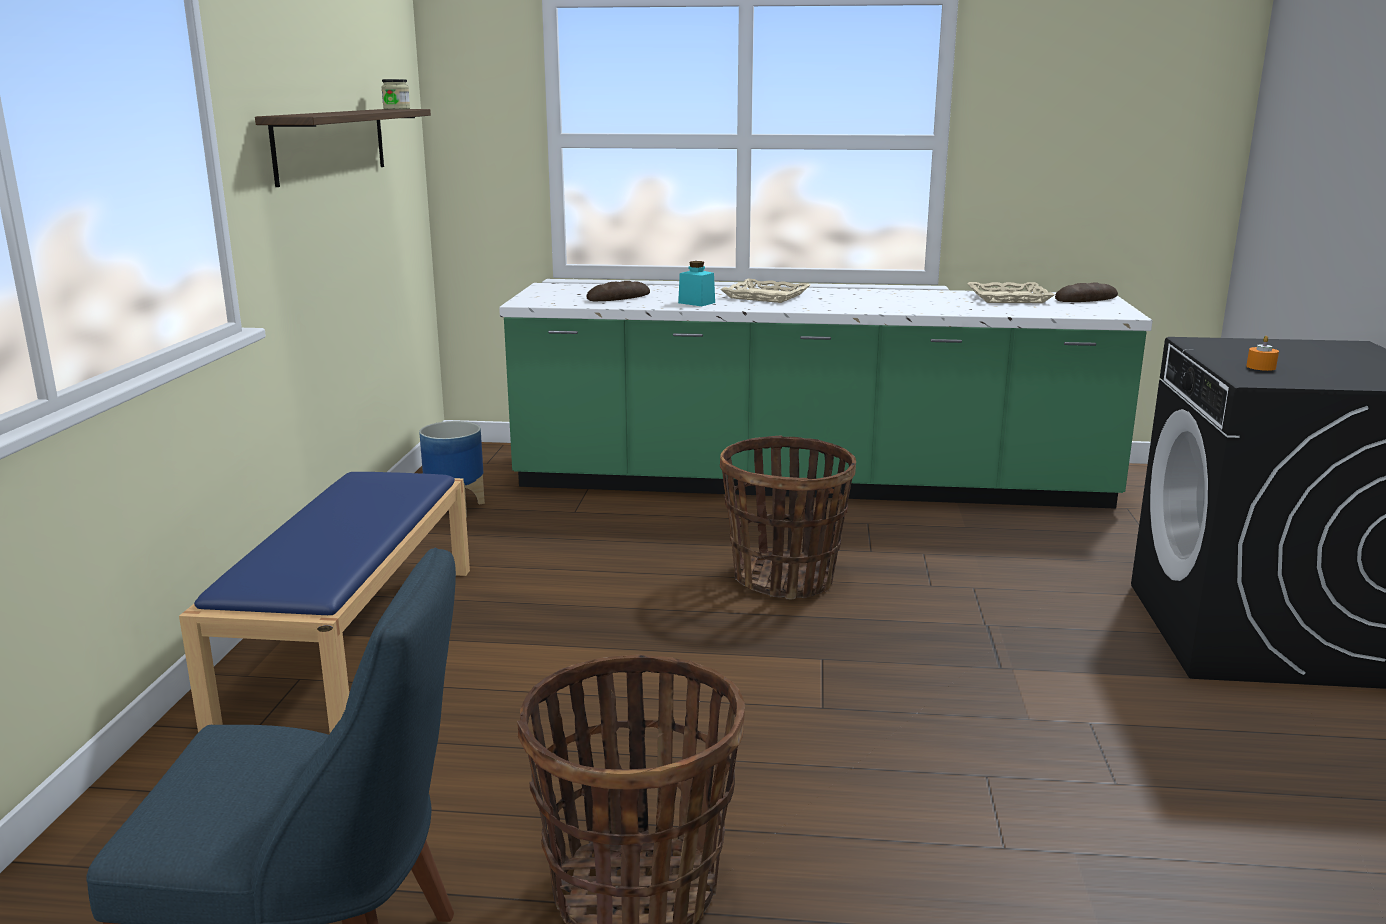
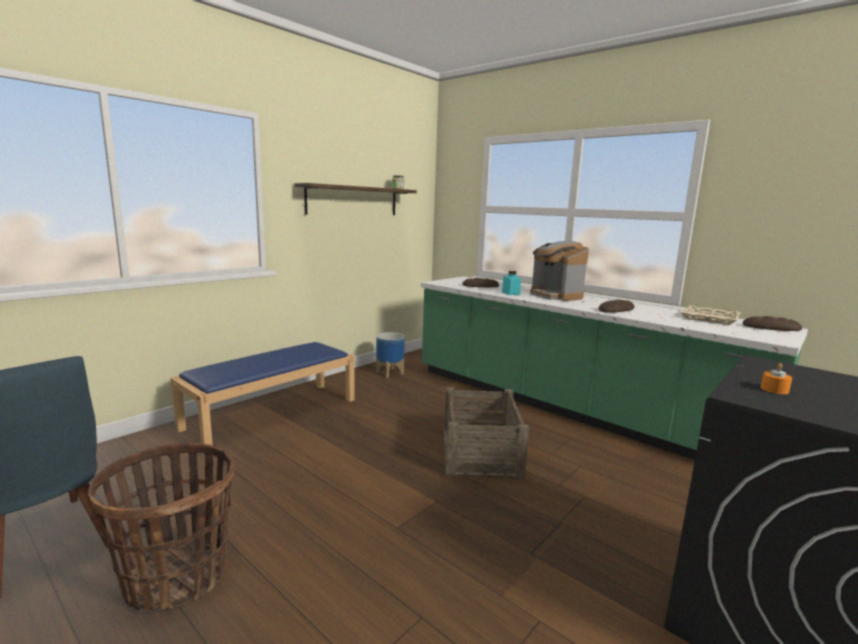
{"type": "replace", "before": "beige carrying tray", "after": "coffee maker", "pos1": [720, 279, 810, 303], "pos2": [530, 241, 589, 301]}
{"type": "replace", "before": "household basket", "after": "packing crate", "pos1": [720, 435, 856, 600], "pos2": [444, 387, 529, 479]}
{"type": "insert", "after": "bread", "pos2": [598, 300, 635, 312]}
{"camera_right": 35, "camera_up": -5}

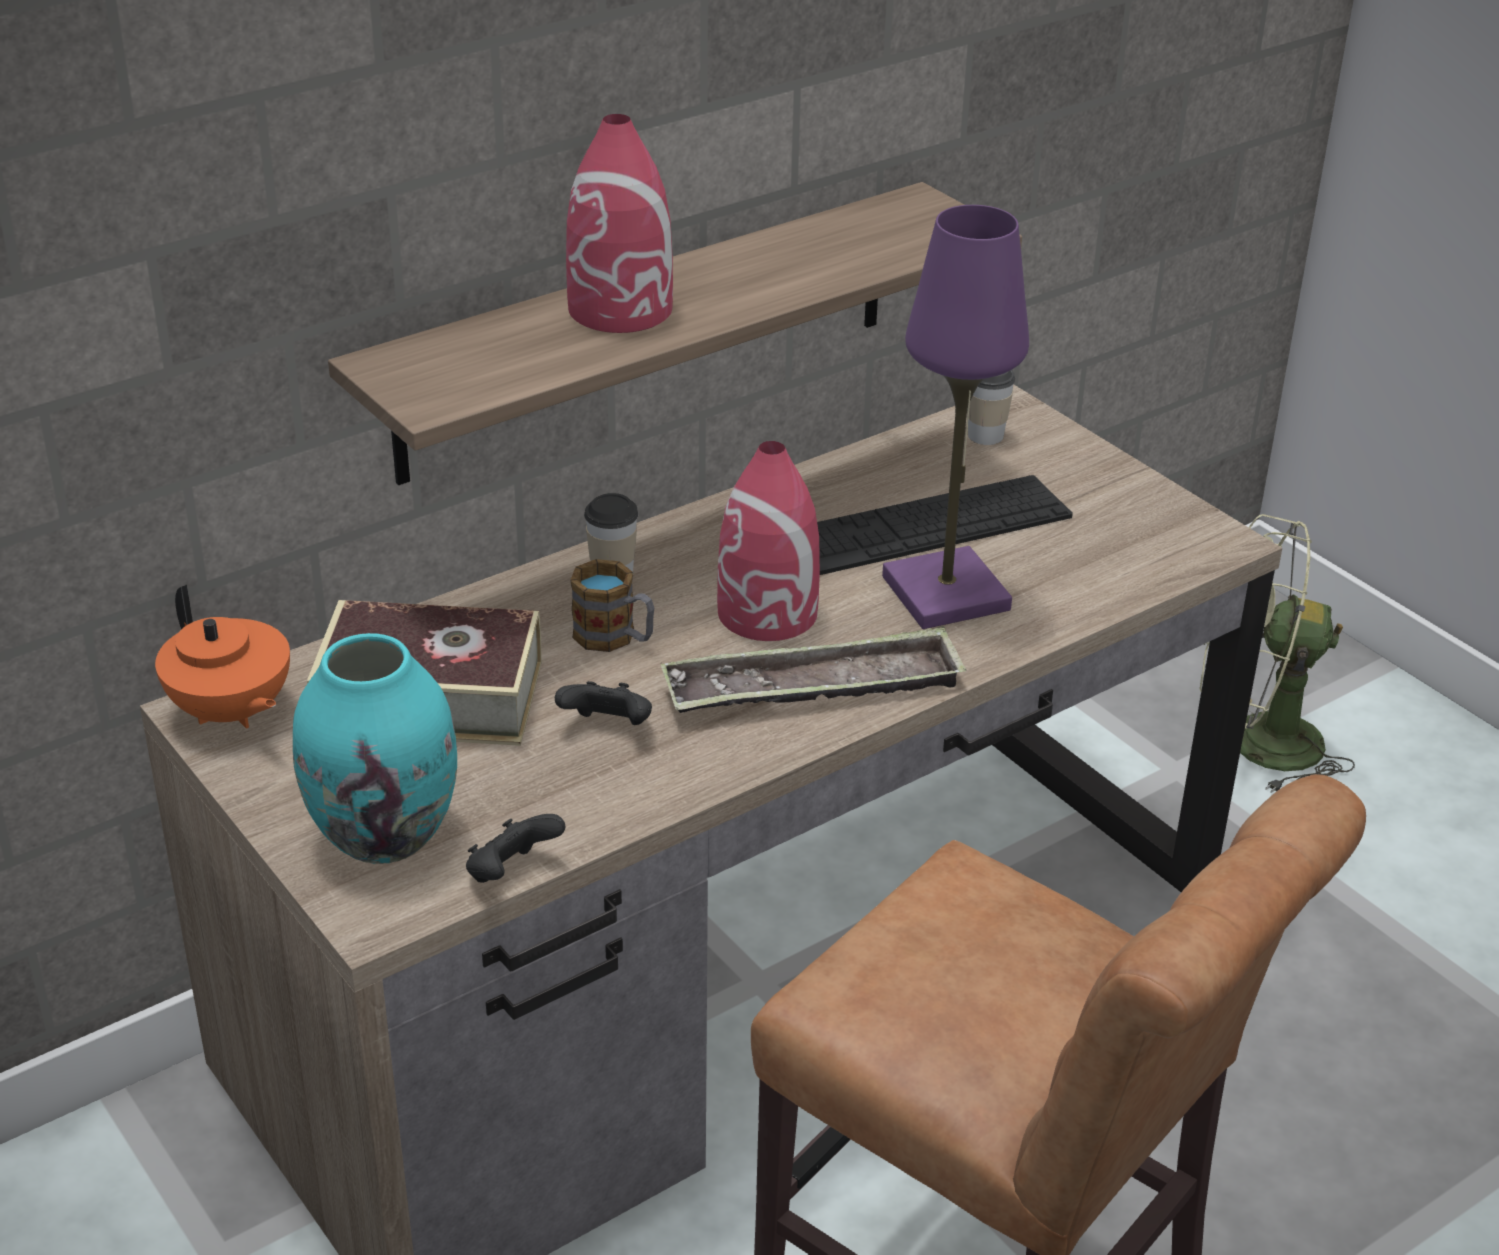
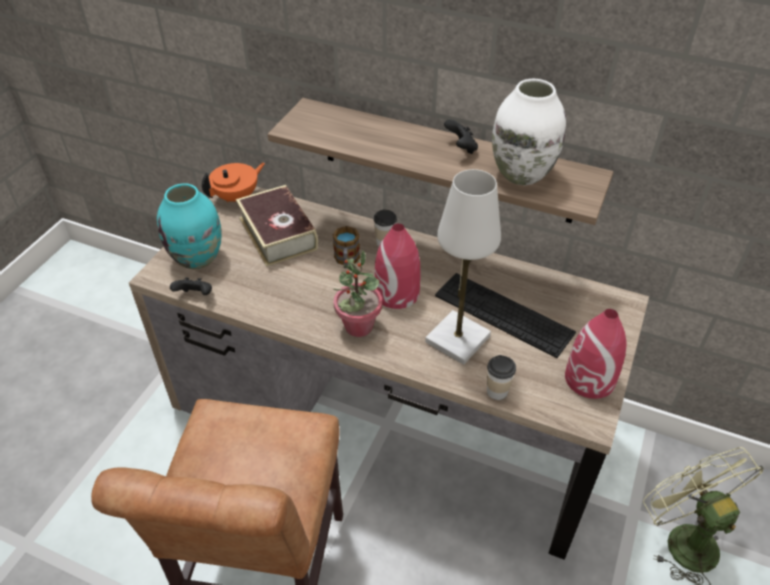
{"type": "rotate", "before": "orange-coloured tea pot", "pos1": [155, 585, 290, 729], "pos2": [202, 163, 265, 202], "turn": -150}
{"type": "move", "before": "black gamepad", "pos1": [555, 681, 652, 725], "pos2": [444, 119, 478, 154]}
{"type": "move", "before": "red-coloured decorative vase", "pos1": [566, 114, 673, 333], "pos2": [565, 309, 627, 399]}
{"type": "replace", "before": "carrying tray", "after": "plant in a pot", "pos1": [661, 626, 966, 713], "pos2": [333, 250, 382, 337]}
{"type": "recolor", "before": "purple-coloured tabletop lamp", "after": "whitish tabletop lamp", "pos1": [882, 205, 1029, 629], "pos2": [425, 169, 501, 365]}
{"type": "move", "before": "small cup", "pos1": [967, 370, 1016, 445], "pos2": [487, 355, 516, 400]}
{"type": "insert", "after": "whitish decorative vase", "pos2": [492, 79, 566, 185]}
{"camera_right": 60, "camera_up": 10}

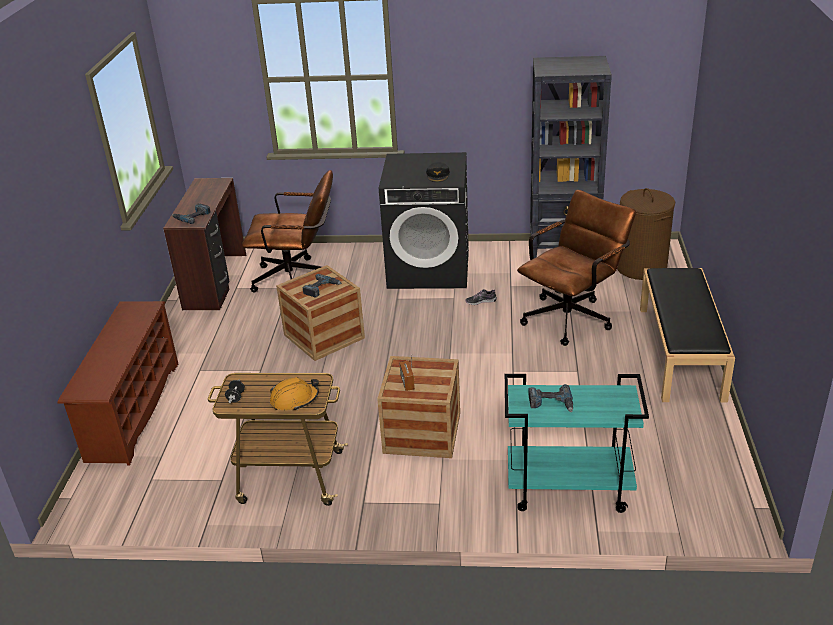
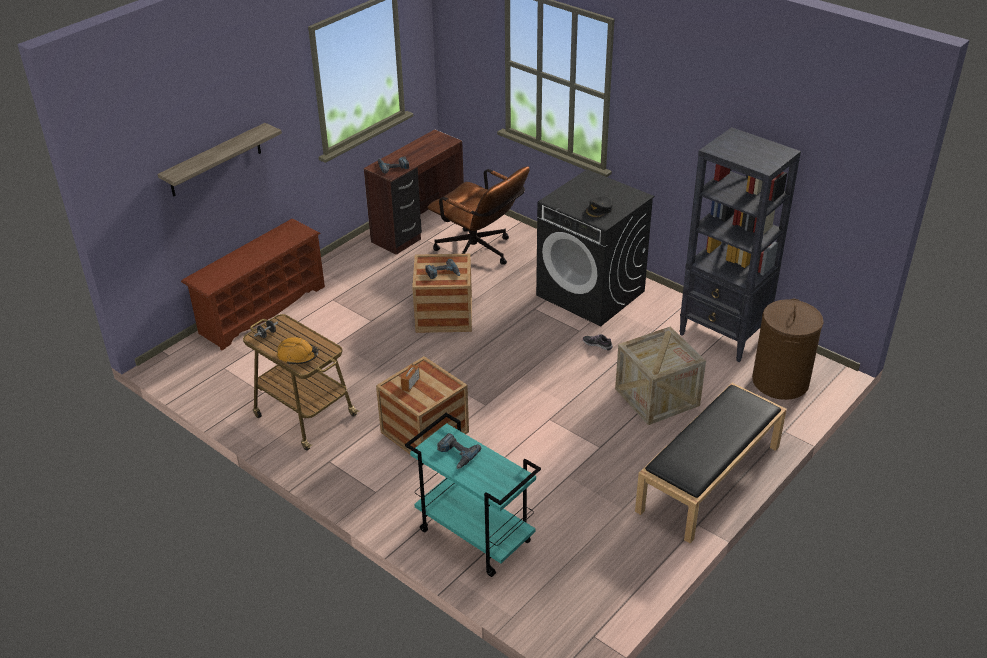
{"type": "replace", "before": "brown-coloured computer chair", "after": "packing crate", "pos1": [517, 190, 636, 346], "pos2": [615, 326, 706, 425]}
{"type": "insert", "after": "bracket shelf", "pos2": [157, 123, 282, 197]}
{"camera_right": 35, "camera_up": 5}

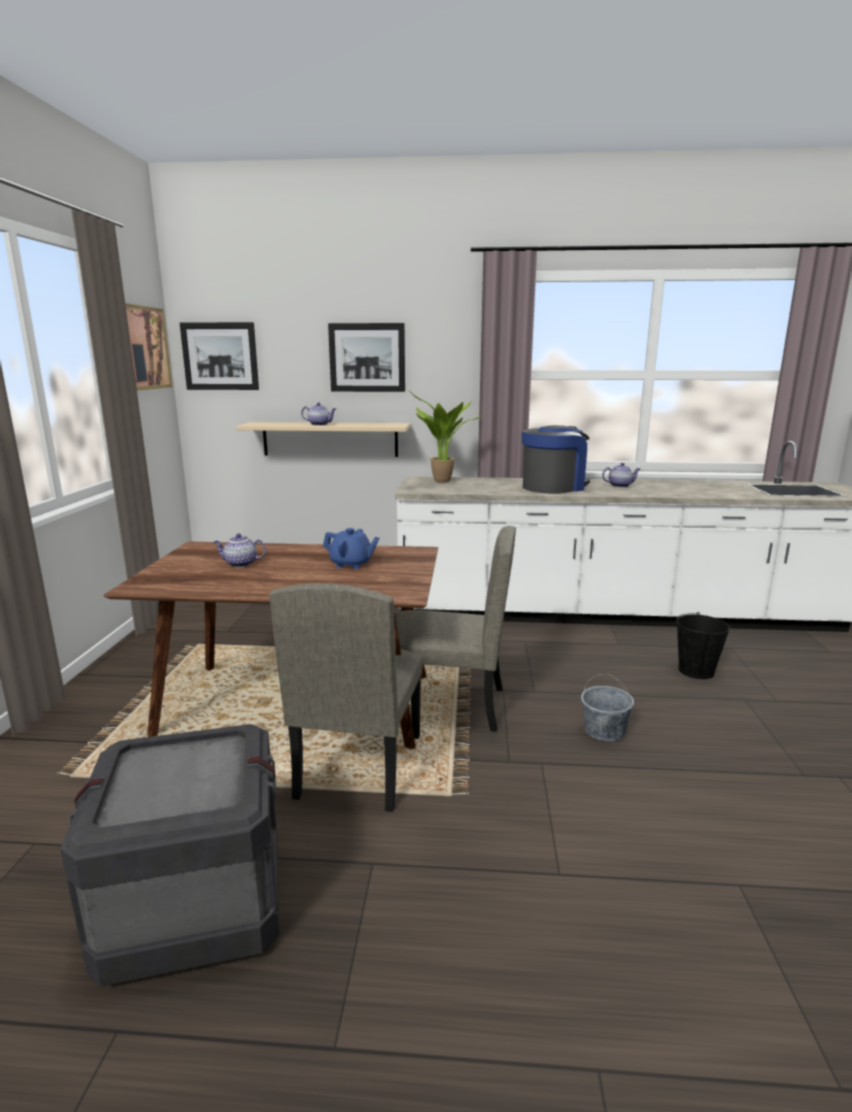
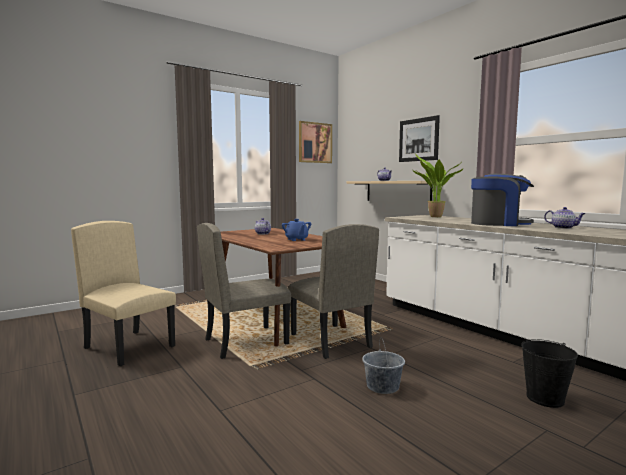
{"type": "replace", "before": "packing crate", "after": "beige upright chair", "pos1": [60, 724, 280, 987], "pos2": [71, 221, 176, 366]}
{"type": "delete", "before": "picture", "pos1": [180, 322, 259, 390]}
{"camera_right": 50, "camera_up": -10}

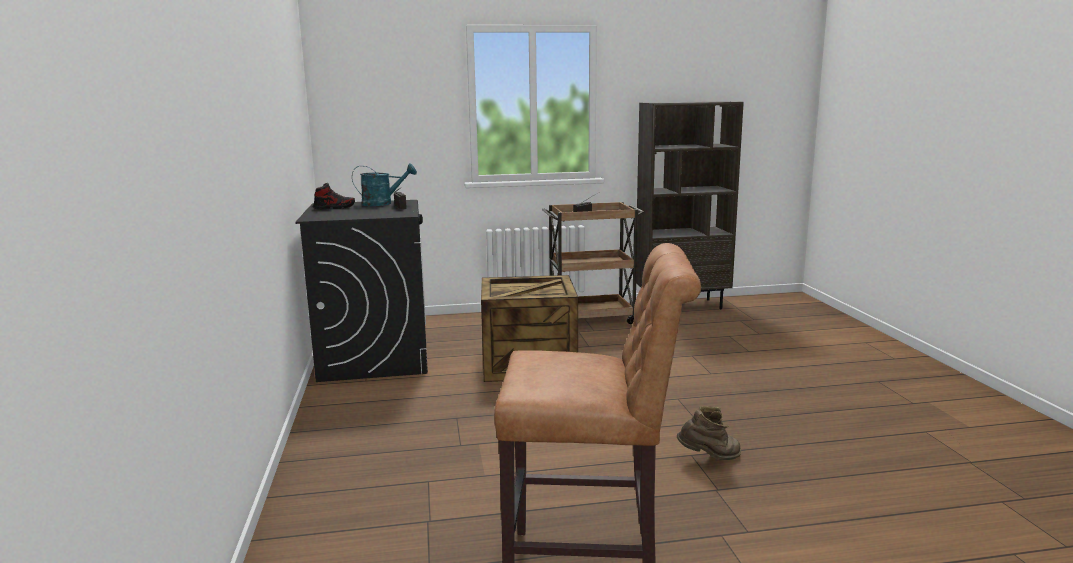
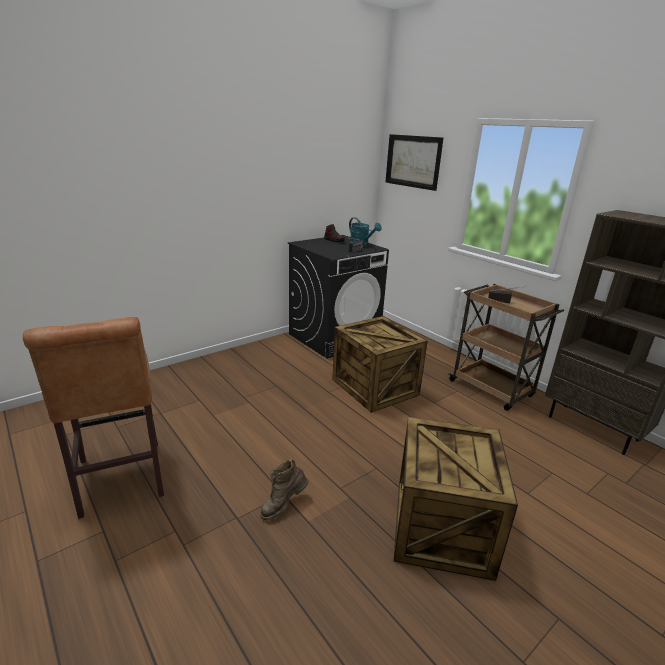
{"type": "rotate", "before": "brown-coloured boot", "pos1": [677, 406, 741, 460], "pos2": [260, 459, 308, 521], "turn": 90}
{"type": "insert", "after": "picture", "pos2": [385, 134, 443, 191]}
{"type": "insert", "after": "packing crate", "pos2": [394, 417, 518, 581]}
{"camera_right": 60, "camera_up": 10}

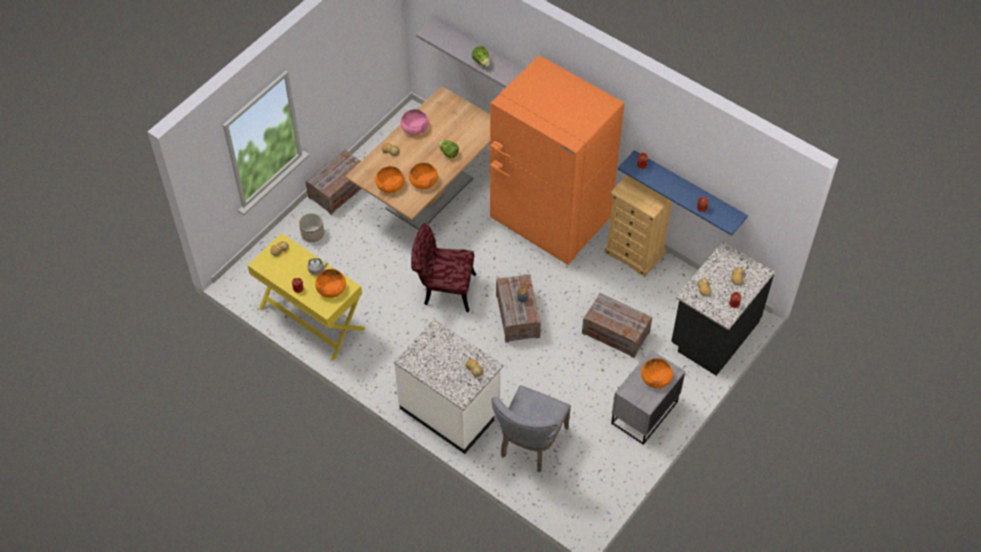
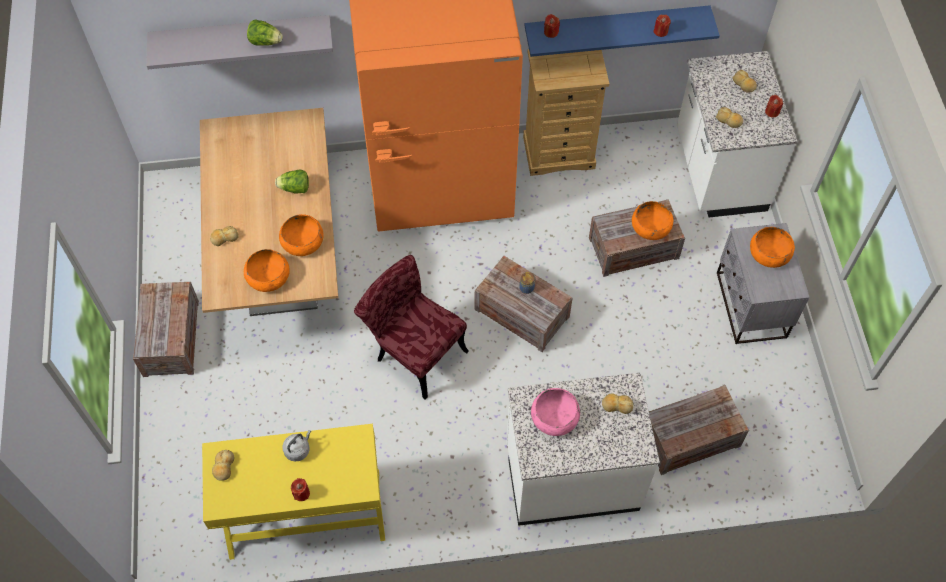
{"type": "delete", "before": "plant pot", "pos1": [299, 213, 324, 242]}
{"type": "move", "before": "orange-coloured deep dish", "pos1": [315, 269, 346, 298], "pos2": [632, 201, 673, 240]}
{"type": "move", "before": "pink-coloured deep dish", "pos1": [401, 109, 429, 135], "pos2": [531, 388, 580, 436]}
{"type": "rotate", "before": "red-coloured upright chair", "pos1": [411, 223, 476, 312], "pos2": [354, 255, 469, 400], "turn": 75}
{"type": "replace", "before": "grey upright chair", "after": "packing crate", "pos1": [492, 385, 571, 472], "pos2": [649, 385, 749, 475]}
{"type": "recolor", "before": "black counter", "after": "whitish counter", "pos1": [671, 241, 775, 376], "pos2": [677, 51, 797, 217]}
{"camera_right": -45, "camera_up": 5}

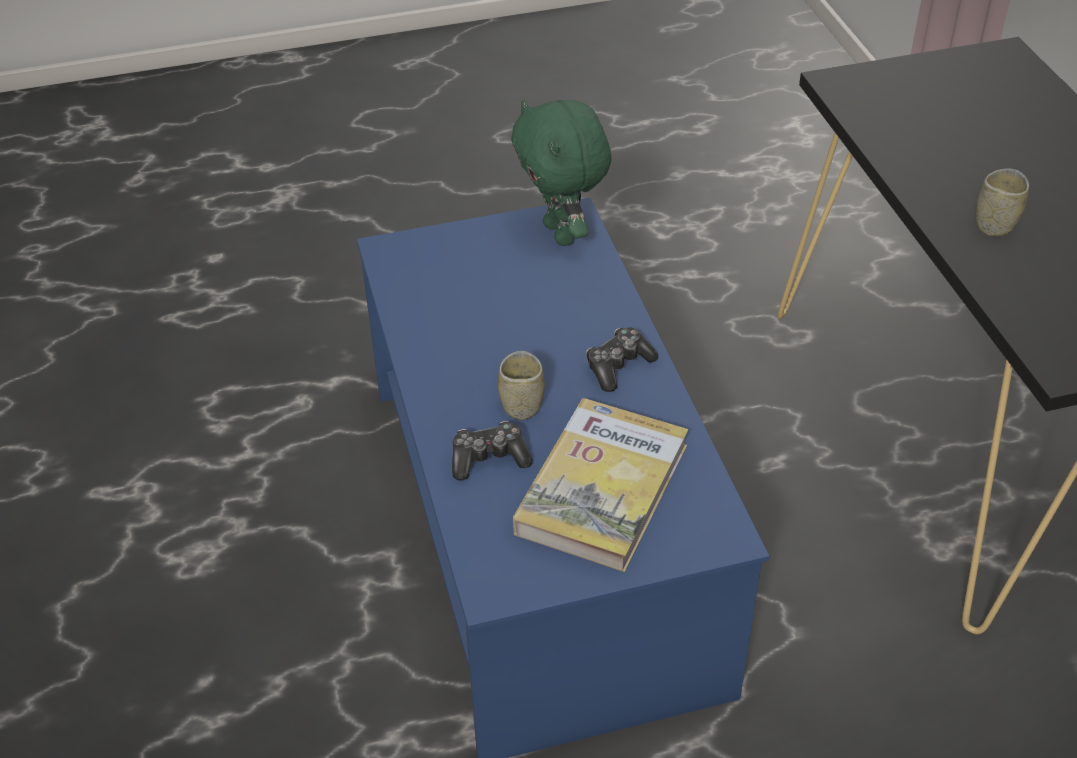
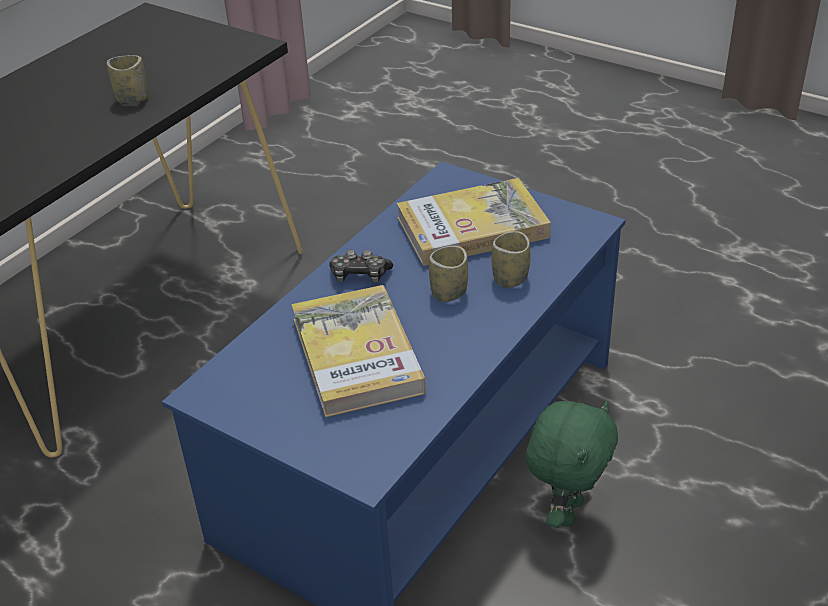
{"type": "replace", "before": "gamepad", "after": "small cup", "pos1": [452, 421, 533, 481], "pos2": [491, 231, 531, 288]}
{"type": "move", "before": "greenish plush toy", "pos1": [511, 100, 611, 246], "pos2": [526, 401, 618, 528]}
{"type": "insert", "after": "book", "pos2": [291, 285, 426, 417]}
{"camera_right": -130, "camera_up": -5}

